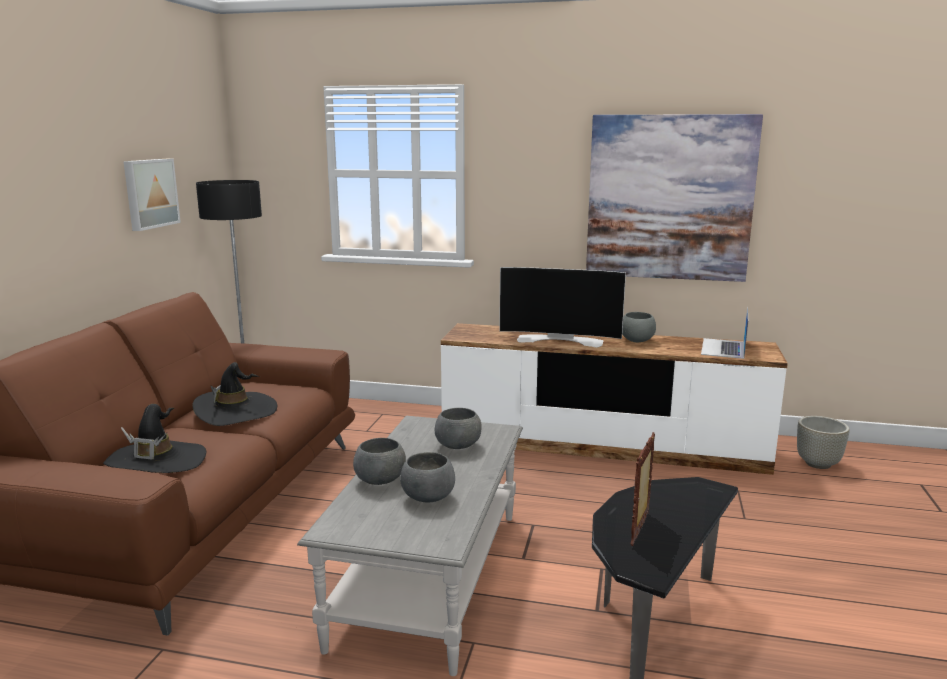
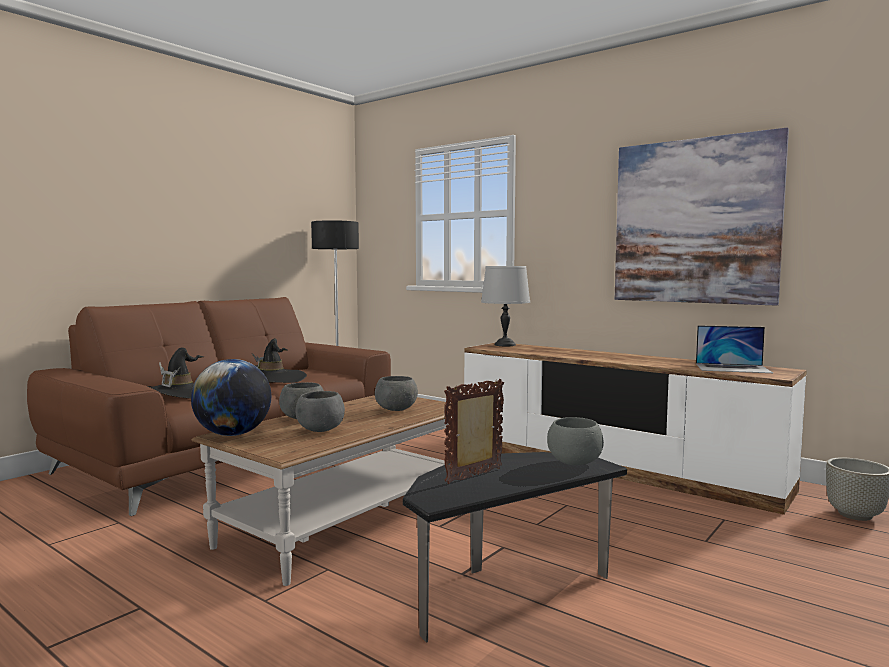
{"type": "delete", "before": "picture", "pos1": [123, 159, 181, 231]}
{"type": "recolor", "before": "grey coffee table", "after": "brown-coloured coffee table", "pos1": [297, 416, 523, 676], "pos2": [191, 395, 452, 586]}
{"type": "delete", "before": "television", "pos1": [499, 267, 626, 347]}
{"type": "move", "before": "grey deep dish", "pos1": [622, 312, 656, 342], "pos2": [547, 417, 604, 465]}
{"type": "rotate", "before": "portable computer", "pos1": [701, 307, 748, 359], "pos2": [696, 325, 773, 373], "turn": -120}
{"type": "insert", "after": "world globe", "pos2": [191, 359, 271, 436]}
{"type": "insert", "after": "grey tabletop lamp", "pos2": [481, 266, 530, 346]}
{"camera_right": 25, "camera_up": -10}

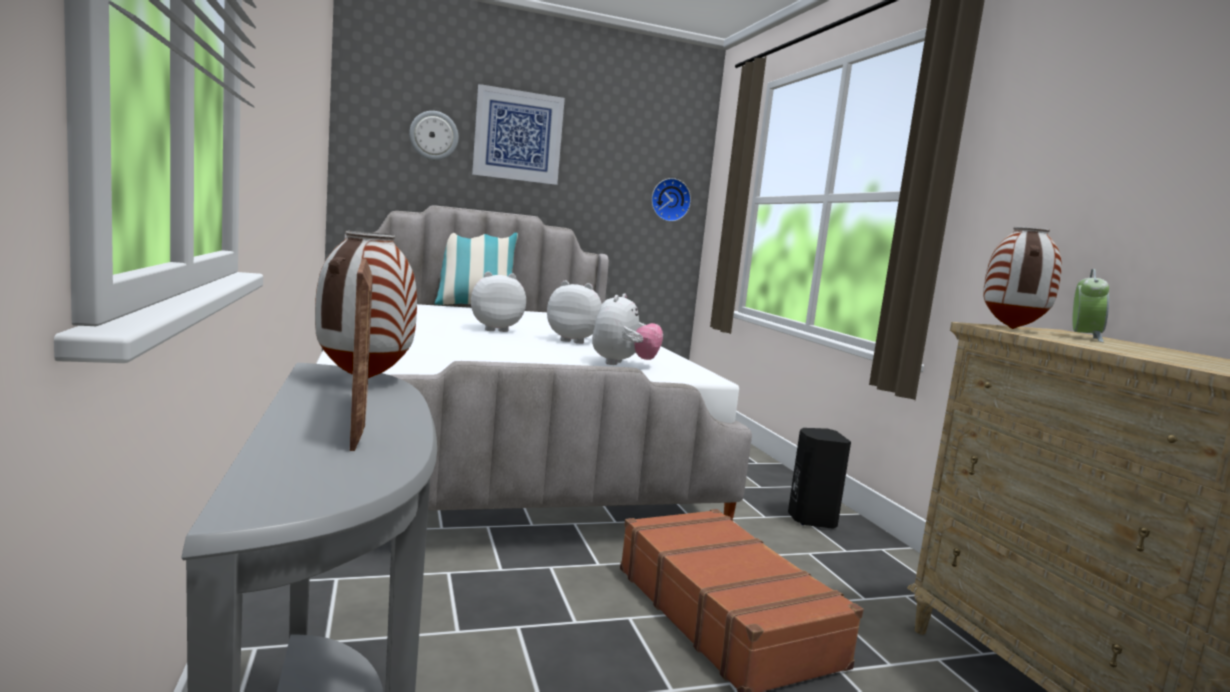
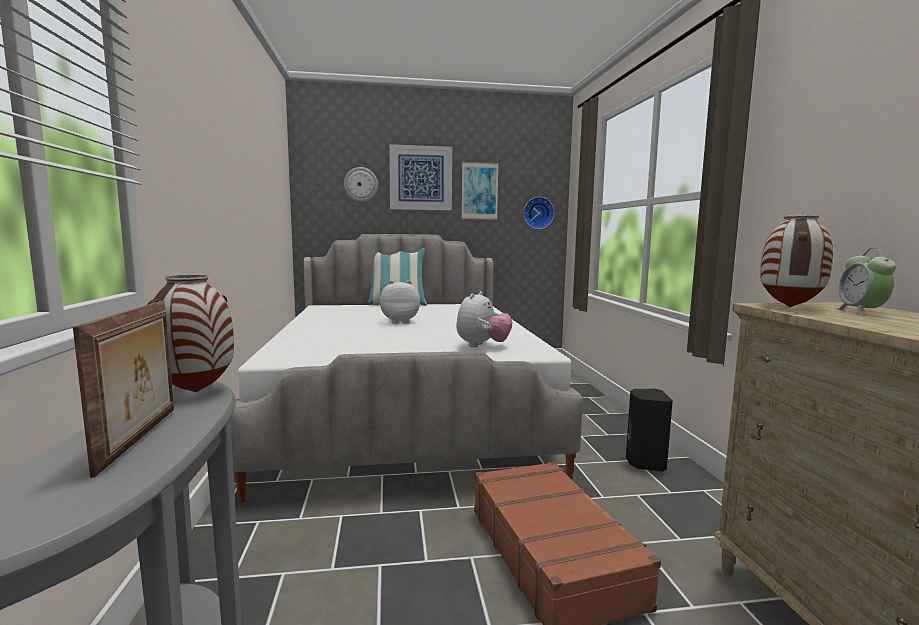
{"type": "delete", "before": "plush toy", "pos1": [547, 281, 602, 344]}
{"type": "rotate", "before": "table clock", "pos1": [1072, 269, 1109, 342], "pos2": [835, 248, 896, 315], "turn": 150}
{"type": "insert", "after": "picture", "pos2": [462, 162, 499, 220]}
{"camera_right": 10, "camera_up": 0}

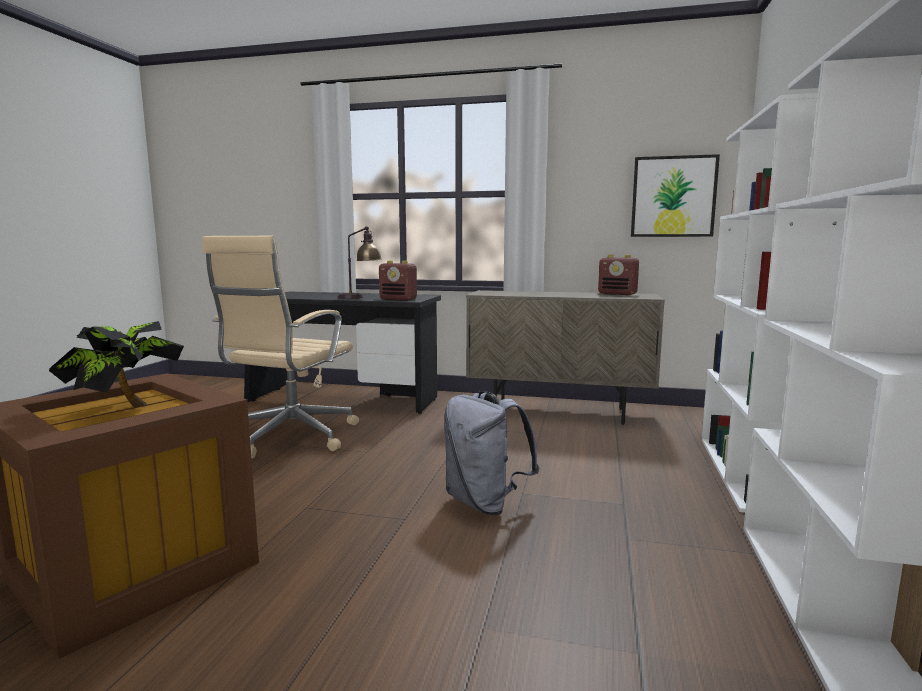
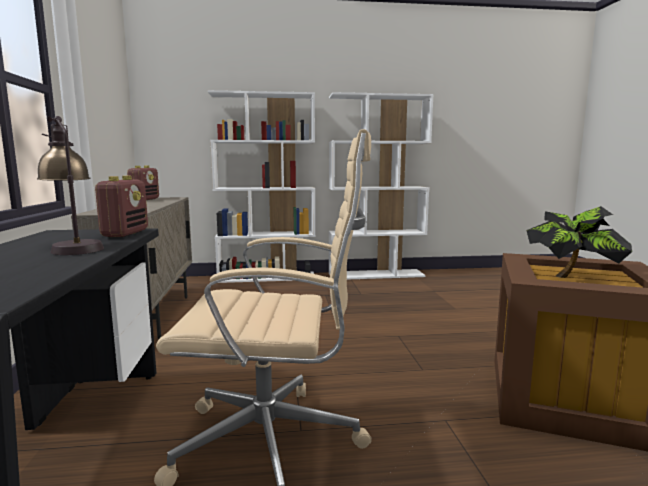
{"type": "delete", "before": "grey rucksack", "pos1": [444, 391, 539, 515]}
{"type": "delete", "before": "picture", "pos1": [631, 154, 720, 237]}
{"camera_right": -110, "camera_up": 0}

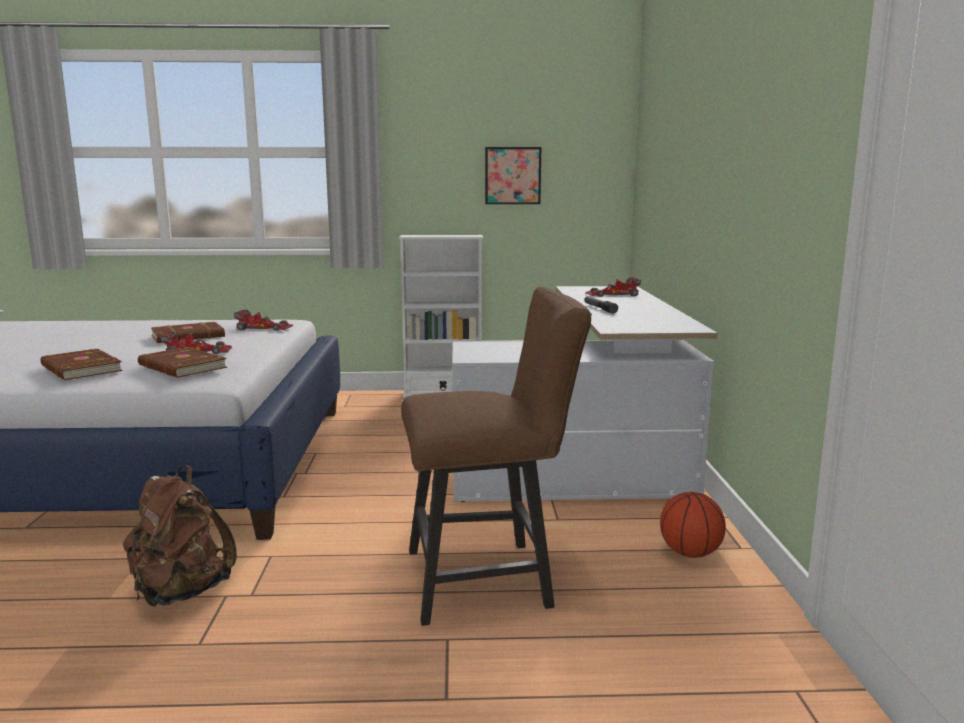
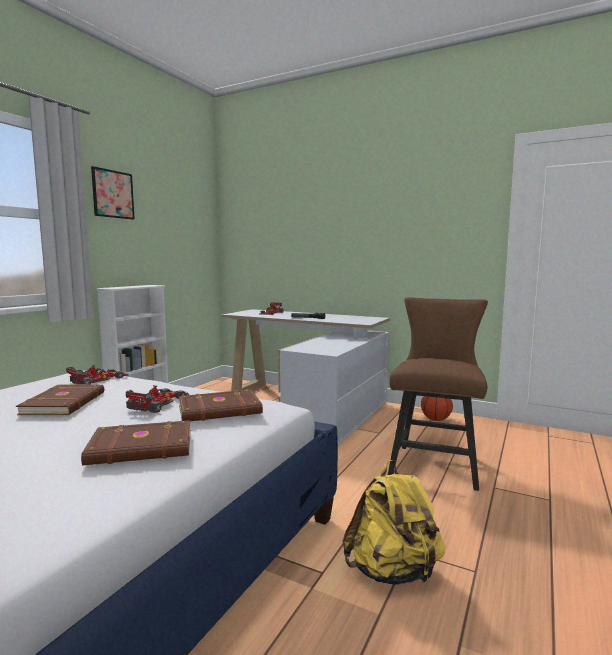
{"type": "recolor", "before": "brown-coloured rucksack", "after": "yellowish rucksack", "pos1": [123, 465, 237, 607], "pos2": [343, 460, 445, 585]}
{"type": "move", "before": "picture", "pos1": [485, 147, 541, 204], "pos2": [91, 166, 135, 220]}
{"camera_right": -60, "camera_up": -5}

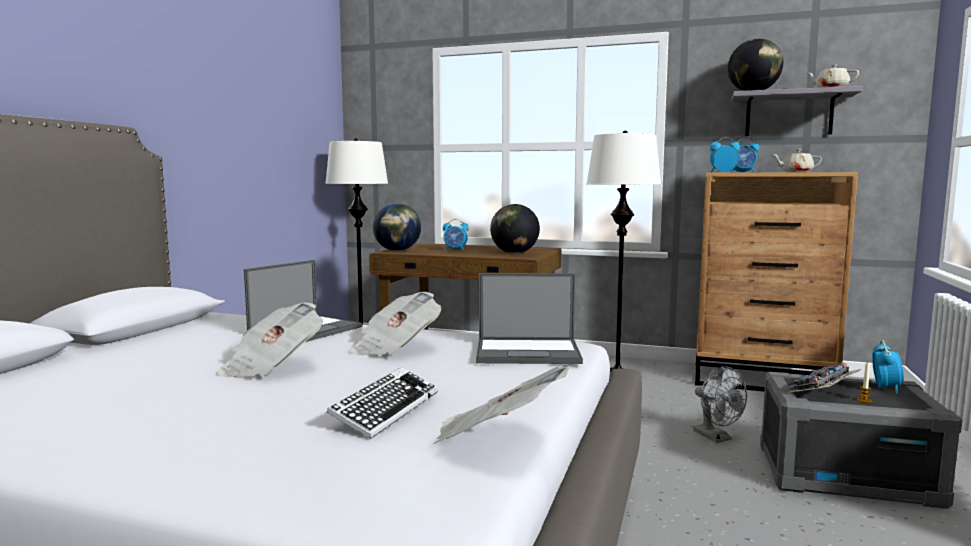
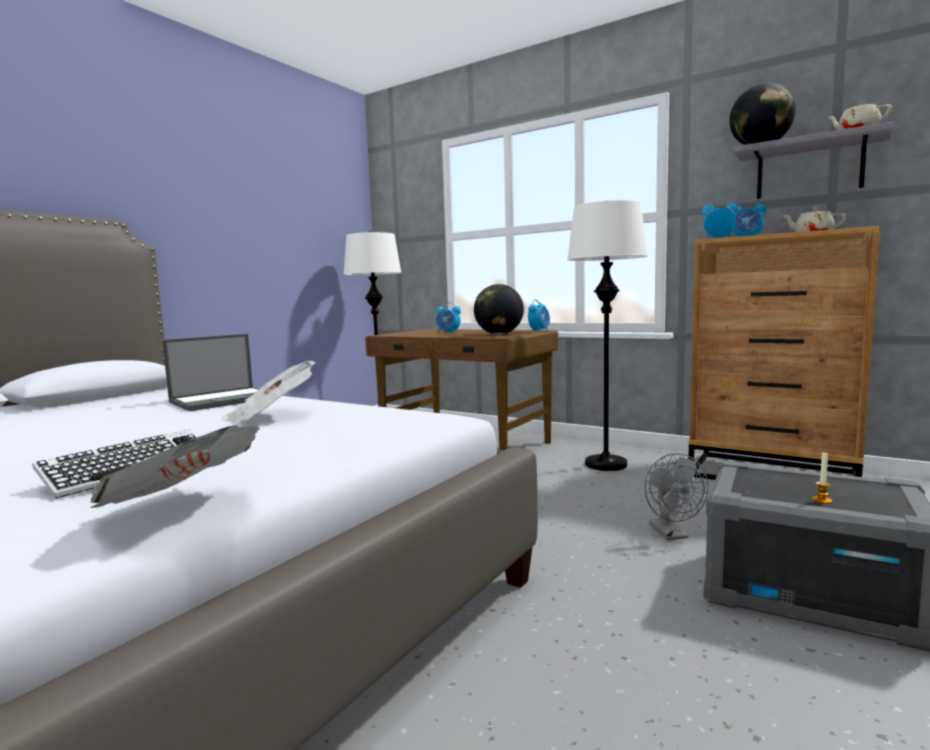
{"type": "delete", "before": "newspaper", "pos1": [217, 302, 323, 377]}
{"type": "delete", "before": "world globe", "pos1": [373, 203, 421, 251]}
{"type": "delete", "before": "portable computer", "pos1": [476, 273, 583, 364]}
{"type": "delete", "before": "keyboard", "pos1": [787, 363, 861, 393]}
{"type": "move", "before": "table clock", "pos1": [872, 340, 904, 394], "pos2": [528, 299, 550, 332]}
{"camera_right": 15, "camera_up": 0}

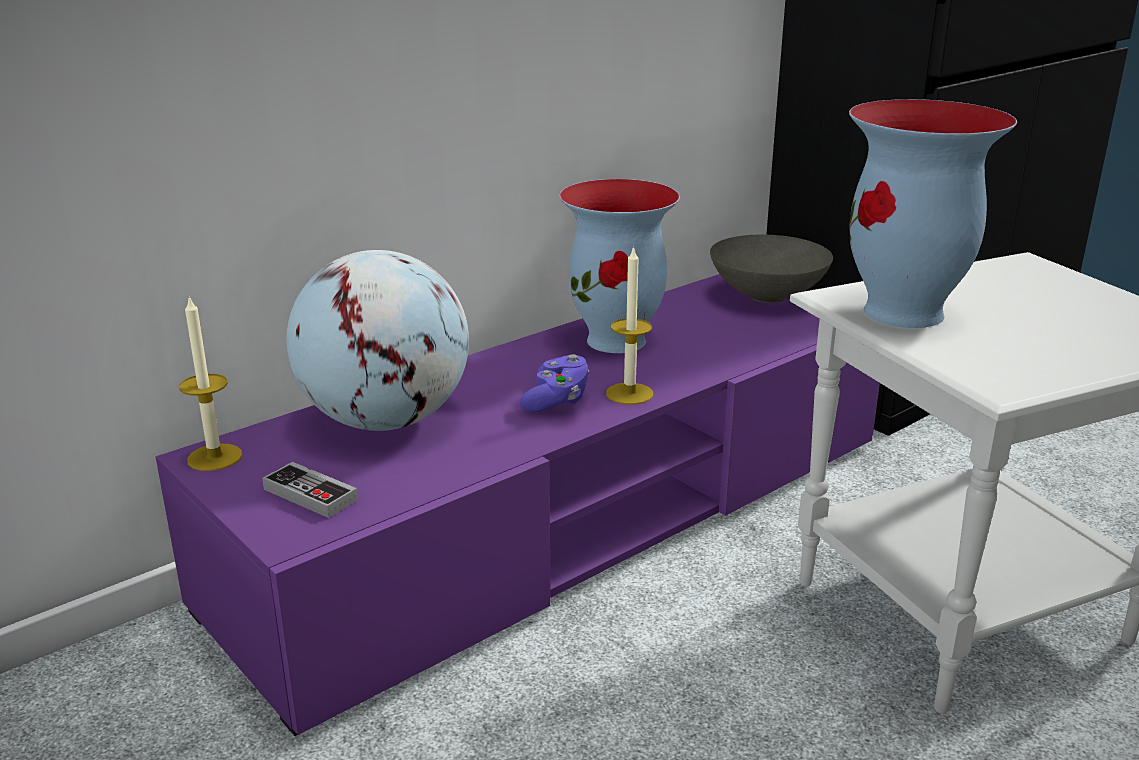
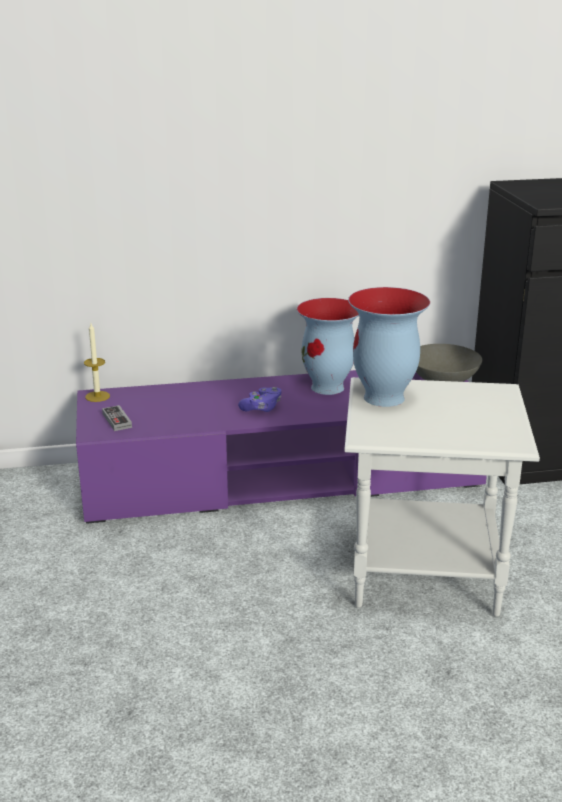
{"type": "delete", "before": "world globe", "pos1": [286, 250, 469, 431]}
{"type": "delete", "before": "wax light", "pos1": [606, 246, 653, 405]}
{"camera_right": 30, "camera_up": 0}

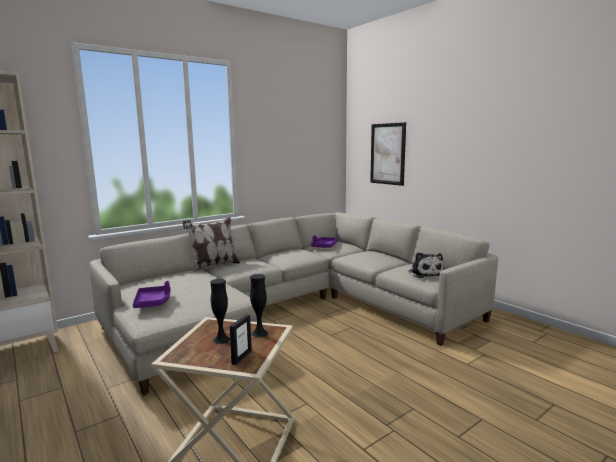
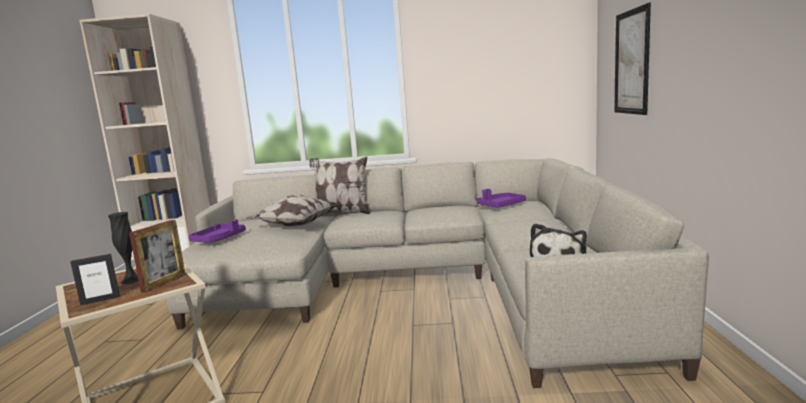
{"type": "replace", "before": "black decorative vase", "after": "picture frame", "pos1": [250, 274, 268, 338], "pos2": [129, 220, 186, 293]}
{"type": "insert", "after": "throw pillow", "pos2": [246, 194, 338, 227]}
{"camera_right": 40, "camera_up": 0}

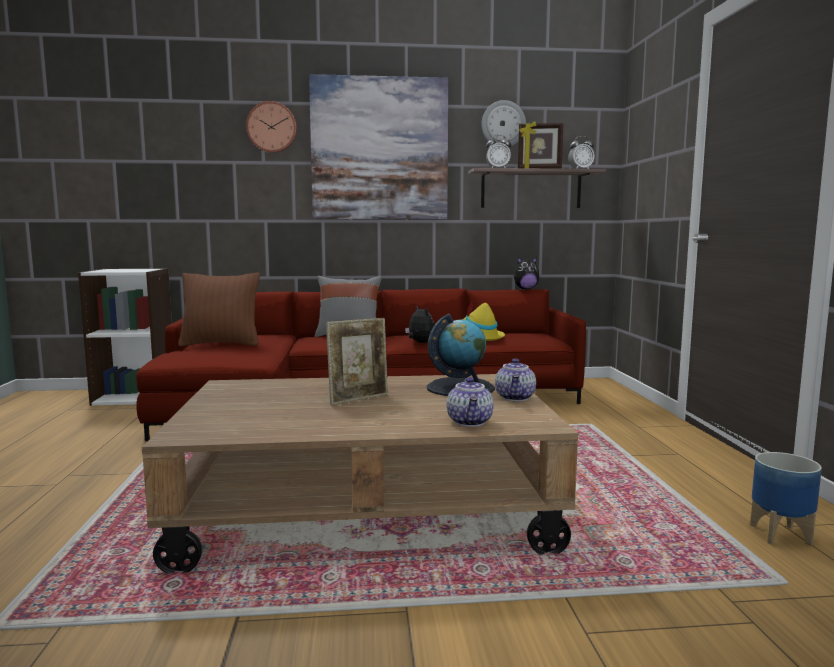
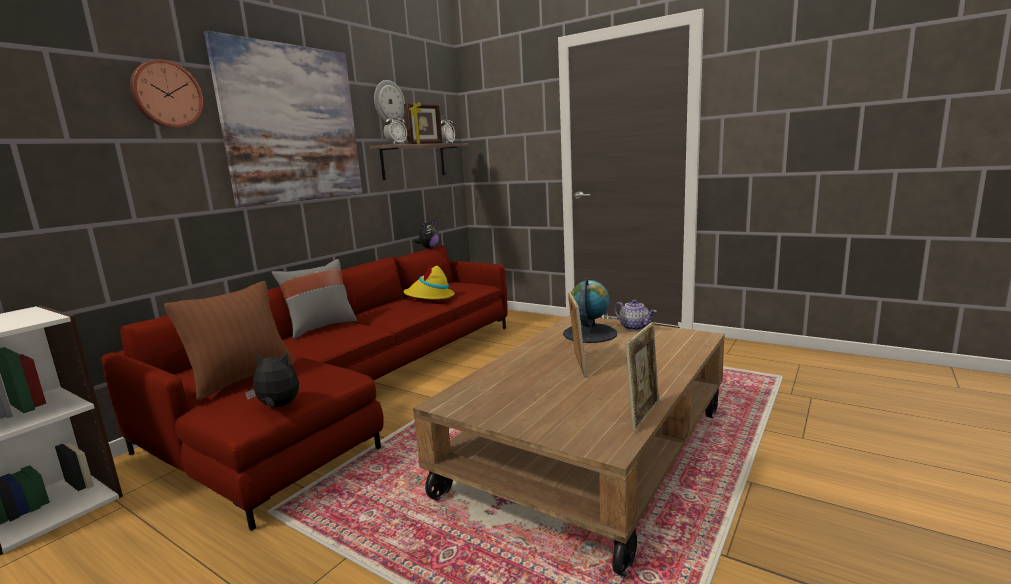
{"type": "move", "before": "plush toy", "pos1": [405, 305, 434, 343], "pos2": [245, 353, 299, 408]}
{"type": "delete", "before": "tea pot", "pos1": [447, 377, 493, 427]}
{"type": "delete", "before": "plant pot", "pos1": [750, 452, 822, 546]}
{"type": "insert", "after": "picture frame", "pos2": [626, 322, 659, 432]}
{"camera_right": -50, "camera_up": 5}

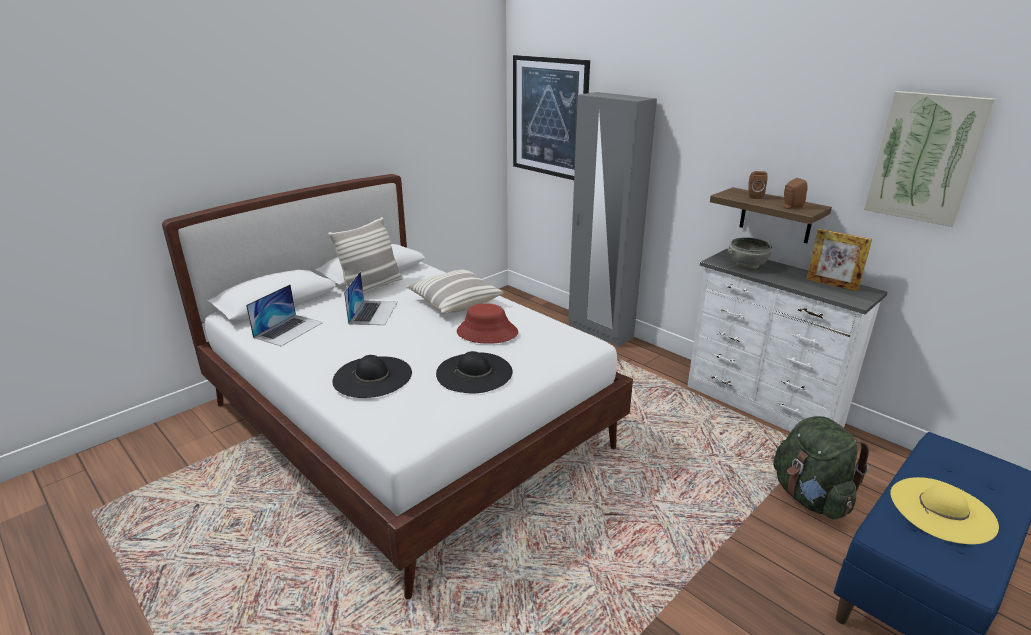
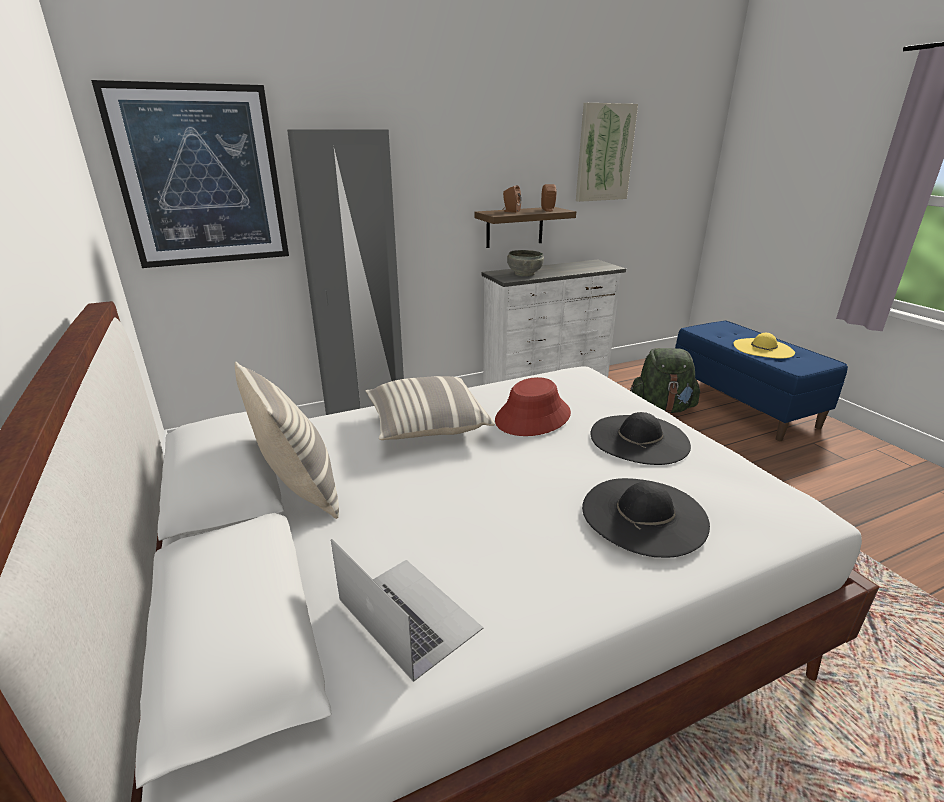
{"type": "delete", "before": "portable computer", "pos1": [344, 271, 398, 325]}
{"type": "delete", "before": "picture frame", "pos1": [807, 229, 872, 292]}
{"camera_right": -70, "camera_up": 0}

